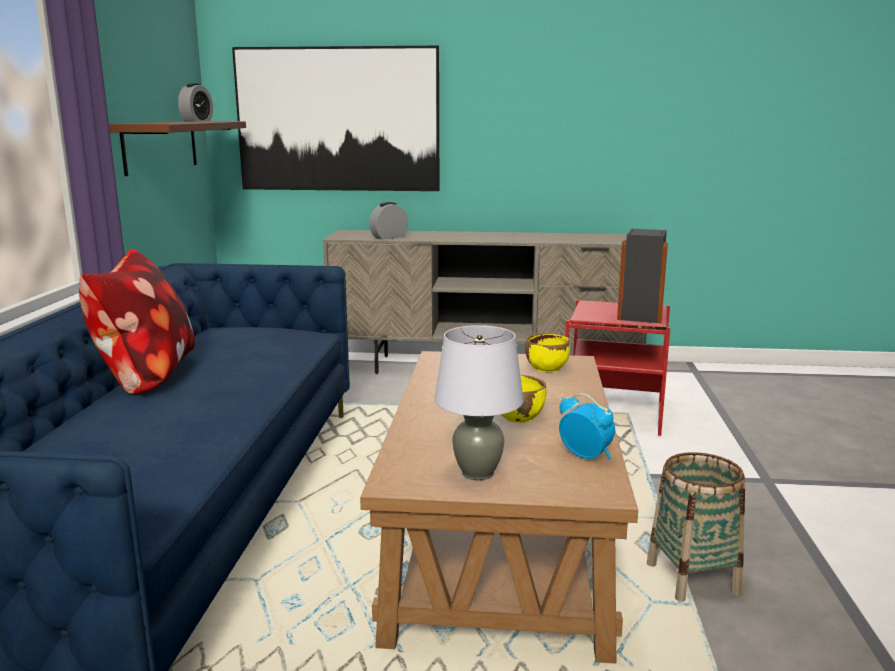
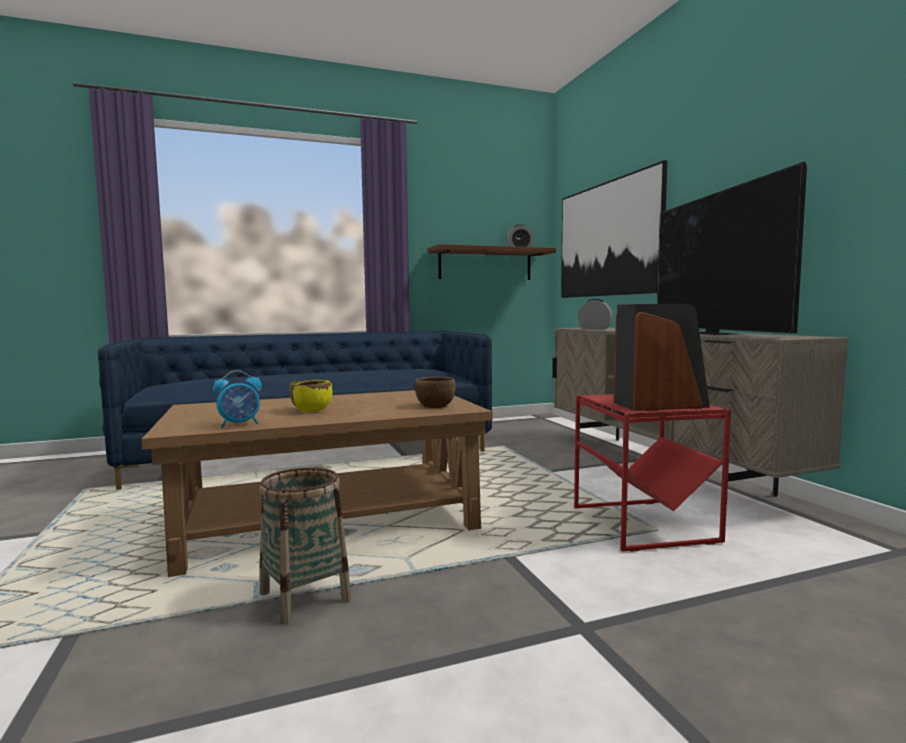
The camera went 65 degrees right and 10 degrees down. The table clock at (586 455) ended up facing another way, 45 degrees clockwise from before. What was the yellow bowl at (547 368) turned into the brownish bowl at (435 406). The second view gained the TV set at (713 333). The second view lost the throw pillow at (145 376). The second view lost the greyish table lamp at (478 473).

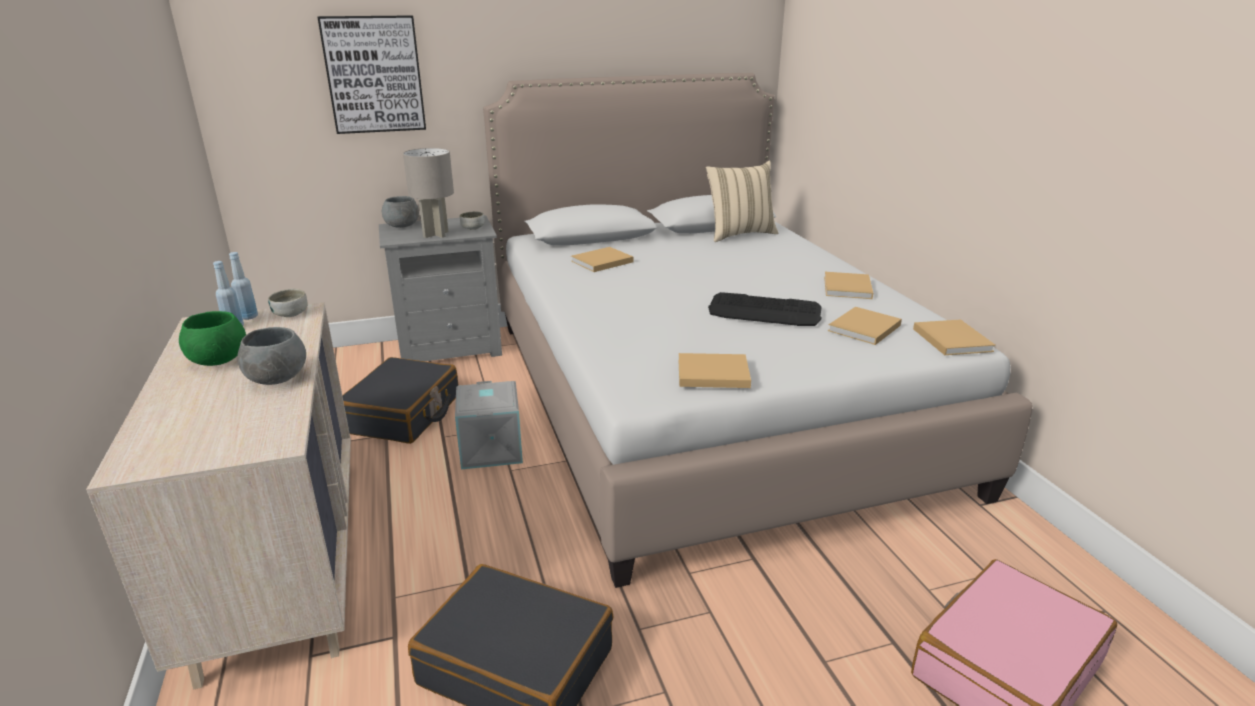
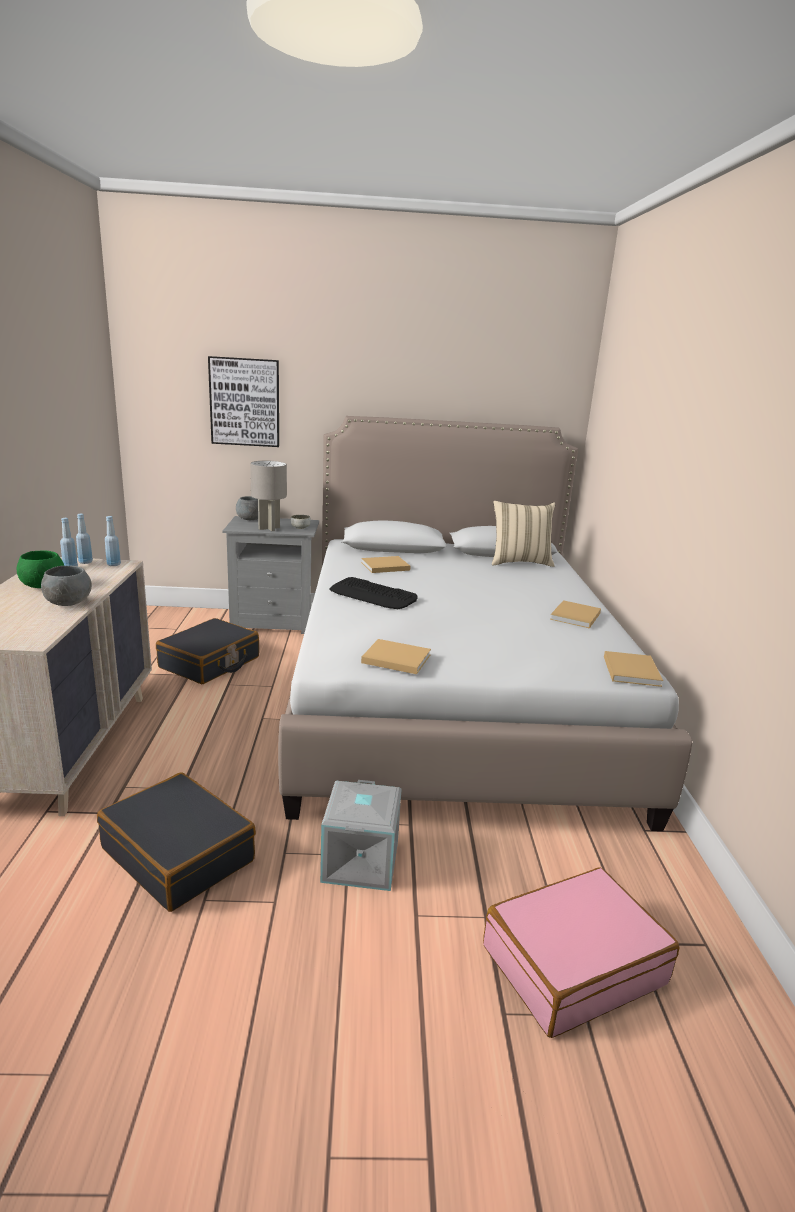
The camera went 15 degrees right and 5 degrees down. Where the bowl stood at (290 314), the bluish drink bottle came to stand at (113 564). The greyish storage container ended up elsewhere, having gone from (492 449) to (362 862). The keyboard ended up elsewhere, having gone from (765 311) to (373 595). The second view lost the beige-coloured volume at (863 329).

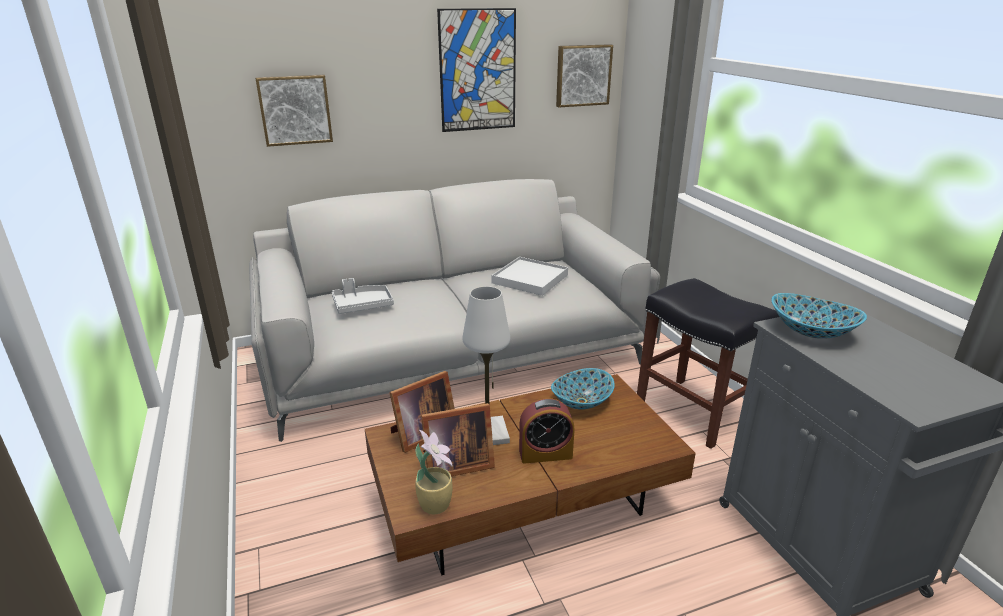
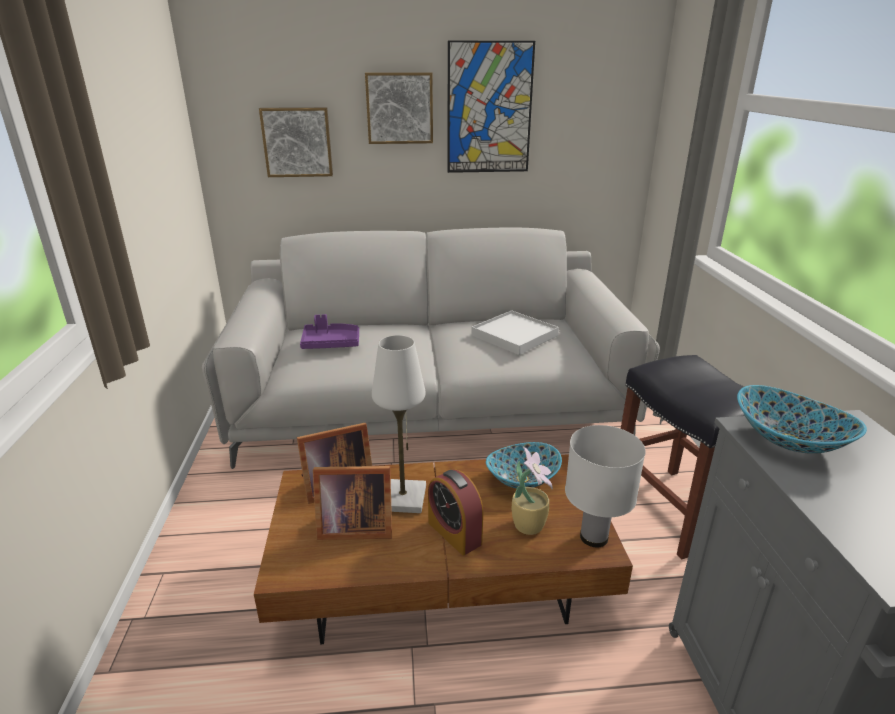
The camera went 15 degrees right and 0 degrees up. What was the greyish carrying tray at (362 305) turned into the purple-coloured carrying tray at (331 343). The wall art ended up elsewhere, having gone from (582 75) to (399 108). The table clock at (545 454) ended up facing another way, 45 degrees clockwise from before. The potted plant ended up elsewhere, having gone from (435 503) to (529 524). The second view gained the whitish table lamp at (593 537).

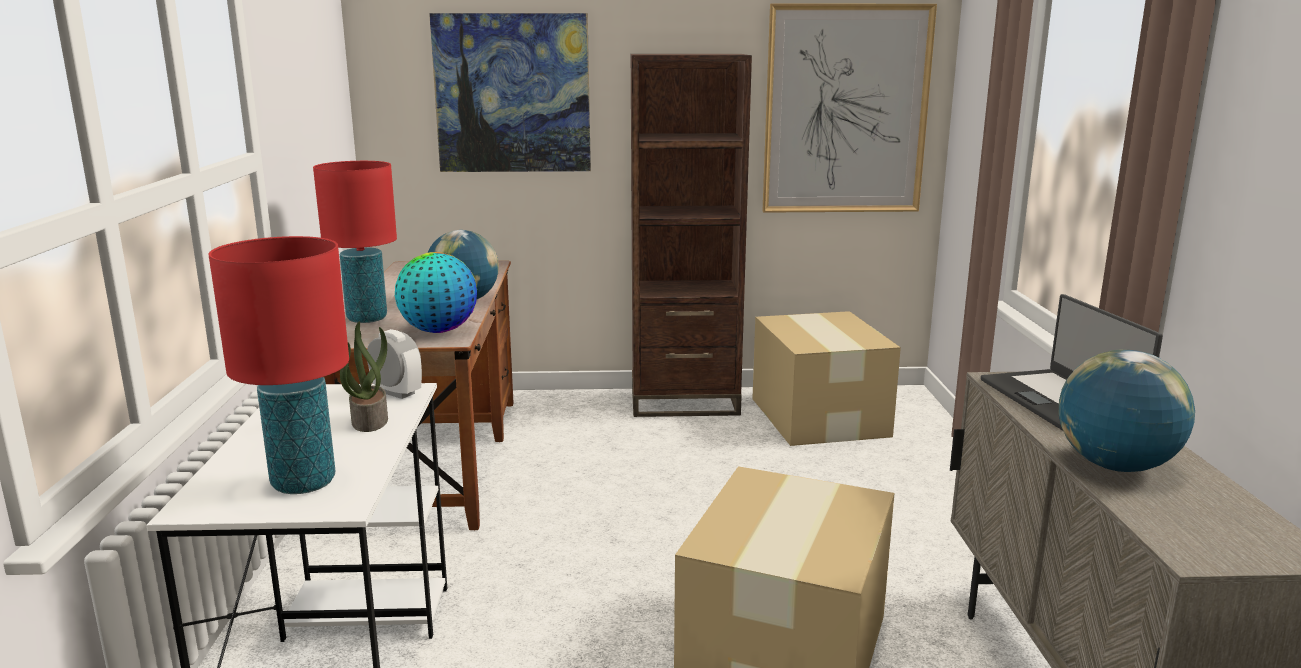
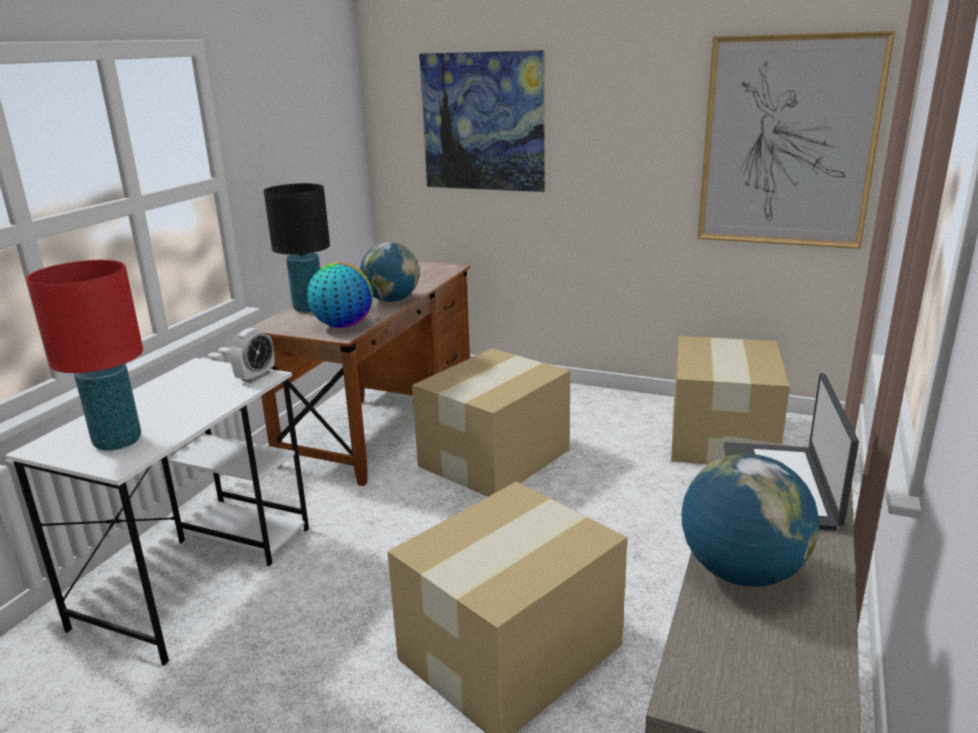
The camera went 25 degrees right and 5 degrees up. The table clock at (396 392) ended up facing another way, 60 degrees clockwise from before. What was the reddish table lamp at (367 318) turned into the black table lamp at (309 308). The second view gained the carton at (492 458). The second view lost the potted plant at (369 421). The second view lost the brownish shelving unit at (684 402).

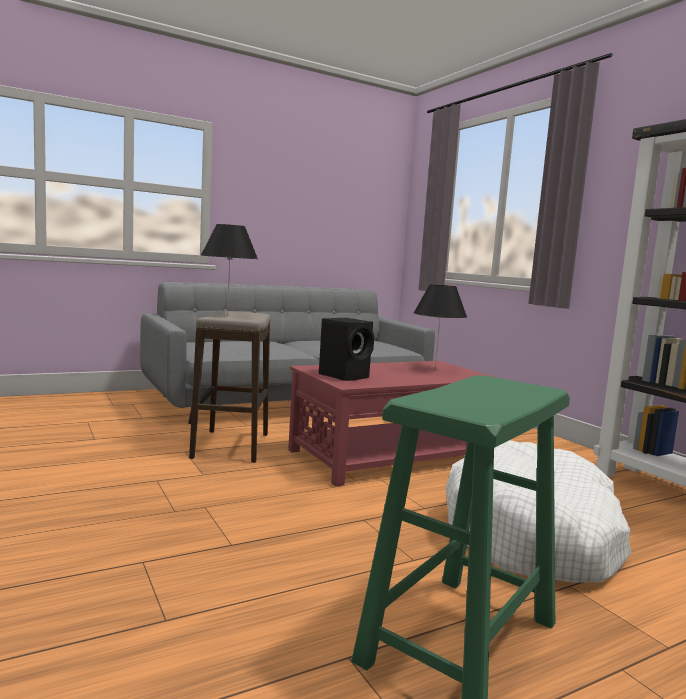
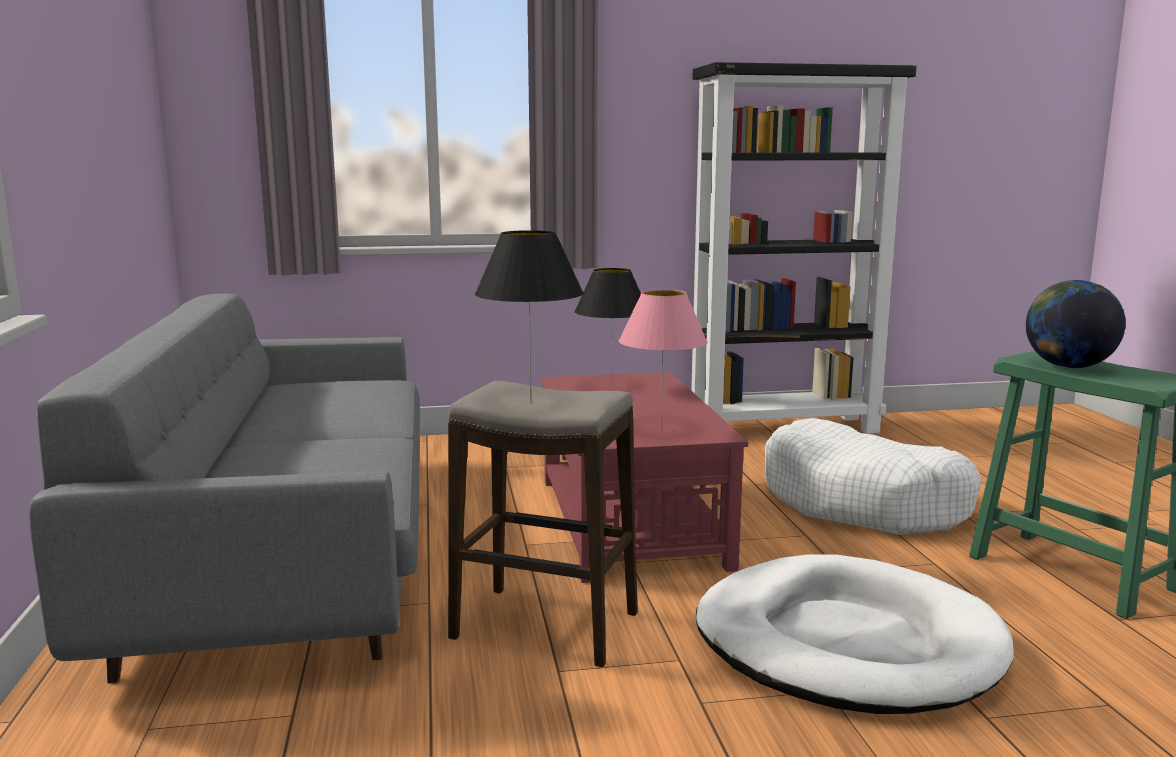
The camera went 70 degrees left and 5 degrees up. Where the black speaker stood at (345 376), the pinkish table lamp came to stand at (660 430). The second view gained the whitish dog cushion at (846 643). The second view gained the globe at (1068 367).

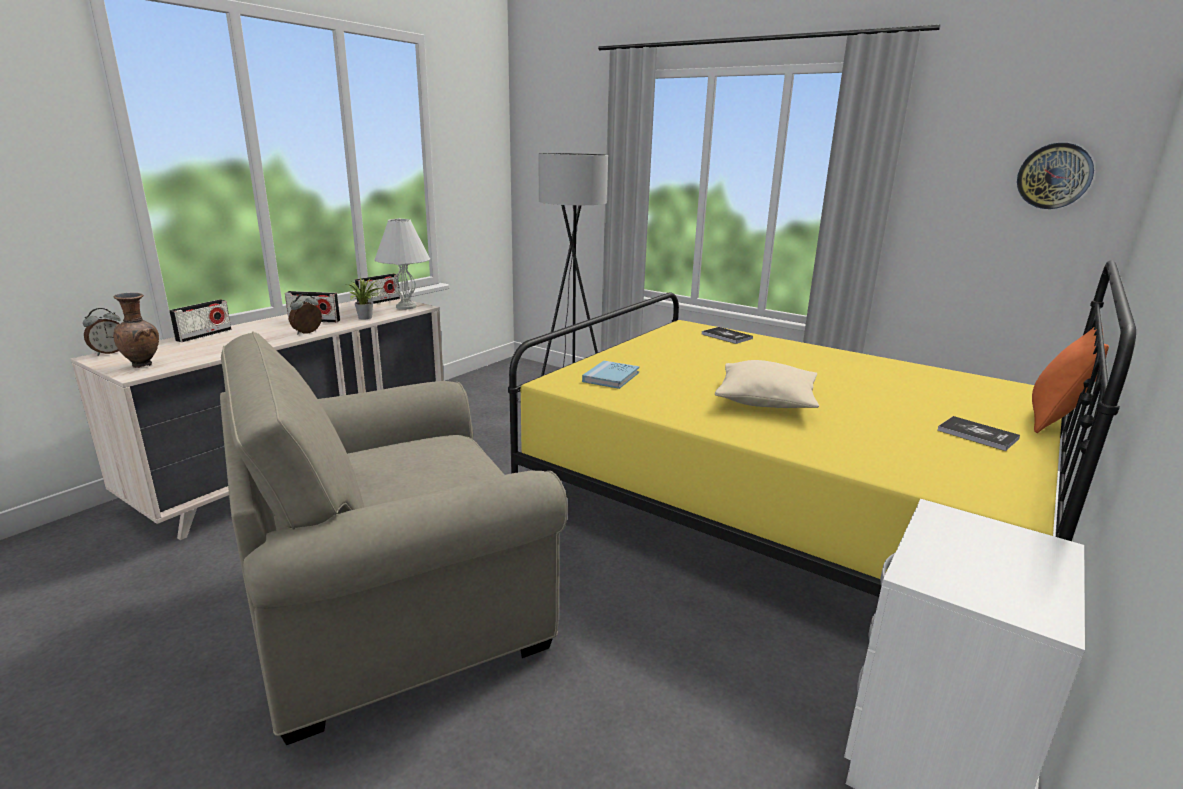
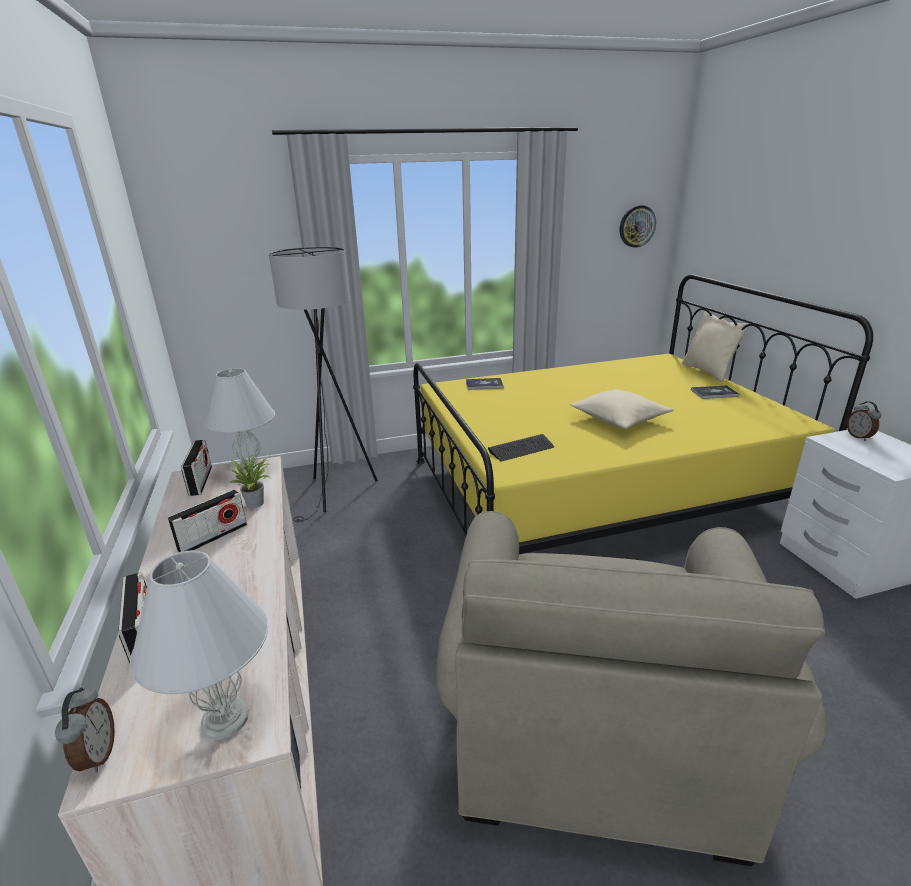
The camera went 50 degrees left and 5 degrees up. Where the brownish decorative vase stood at (144 365), the whitish table lamp came to stand at (226 718). Where the bluish volume stood at (611 377), the keyboard came to stand at (521 449). What was the orange throw pillow at (1053 420) turned into the beige-coloured throw pillow at (708 371). The table clock ended up elsewhere, having gone from (308 333) to (859 437).

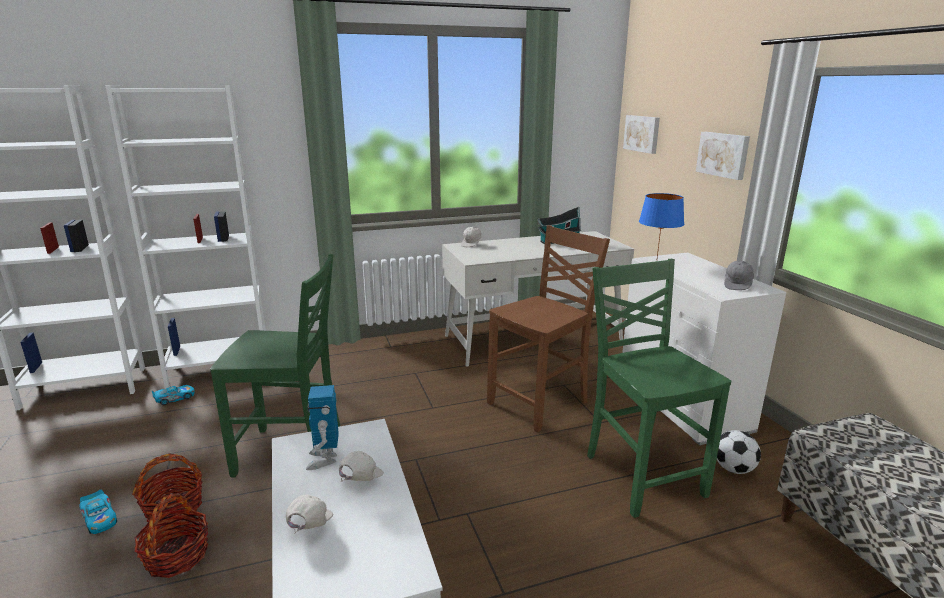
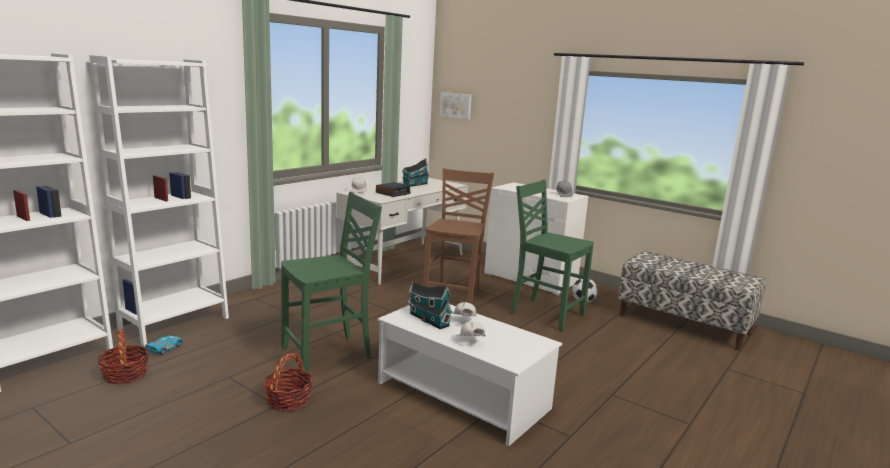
The camera went 35 degrees left and 5 degrees down. The storage basket ended up elsewhere, having gone from (177 556) to (125 374). The second view gained the table clock at (393 193). Where the model robot stood at (324 459), the model house came to stand at (428 319). The second view lost the model car at (100 519). The second view lost the bluish table lamp at (656 260). The second view lost the wall art at (723 154).

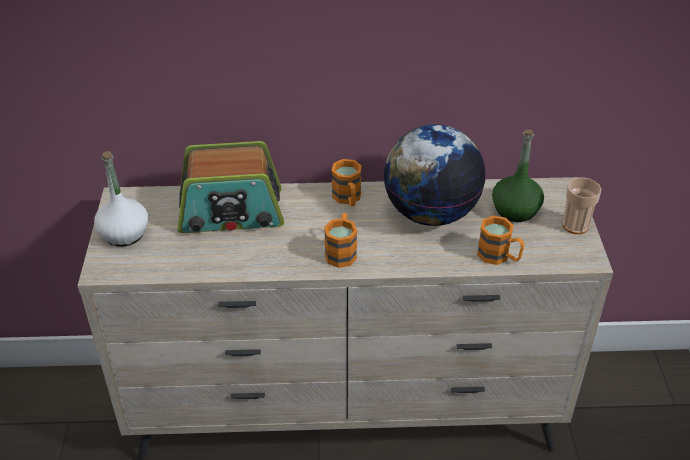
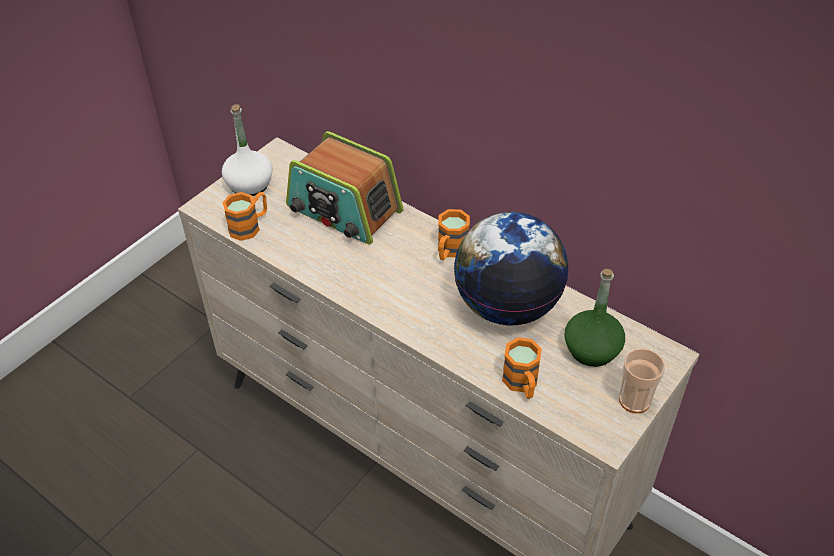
The camera went 40 degrees right and 5 degrees up. The orange mug ended up elsewhere, having gone from (341 251) to (249 226).

